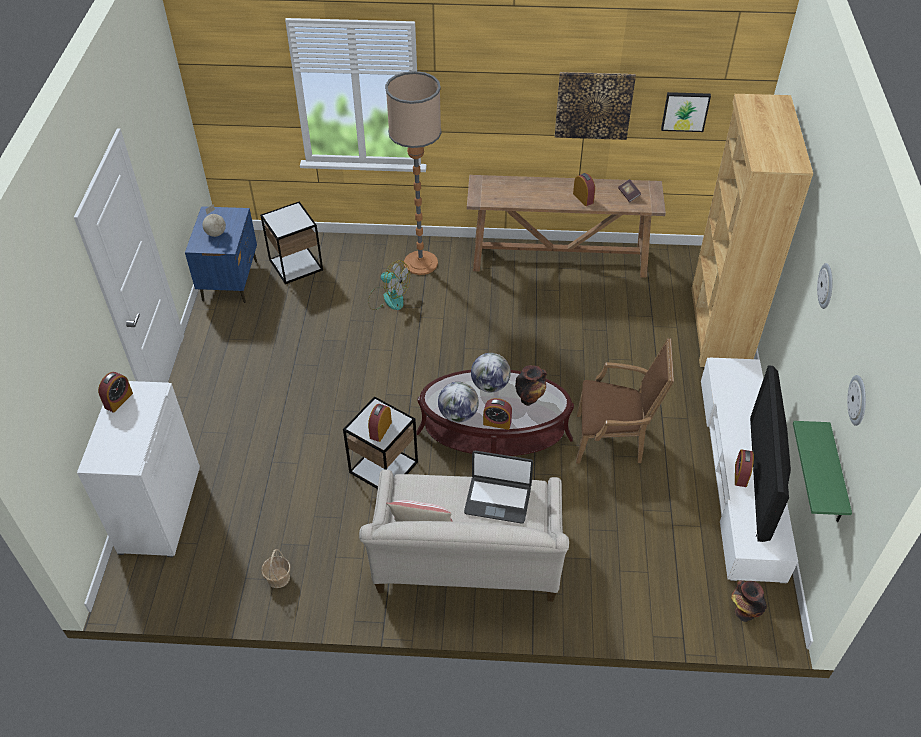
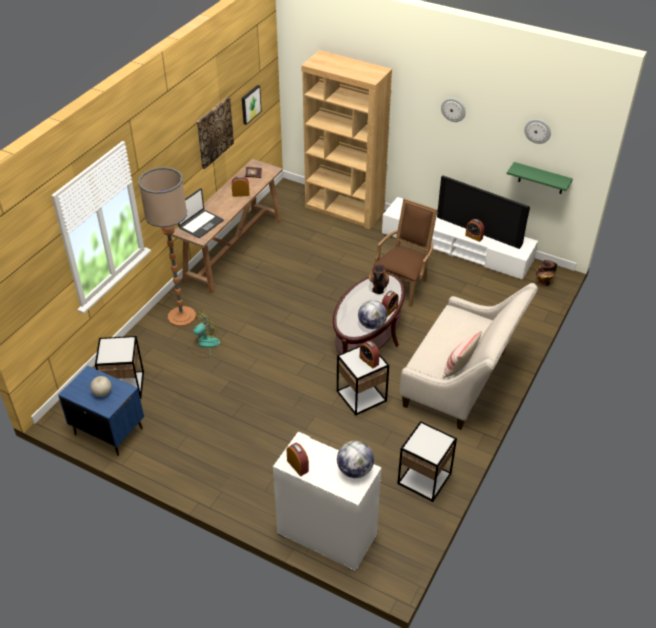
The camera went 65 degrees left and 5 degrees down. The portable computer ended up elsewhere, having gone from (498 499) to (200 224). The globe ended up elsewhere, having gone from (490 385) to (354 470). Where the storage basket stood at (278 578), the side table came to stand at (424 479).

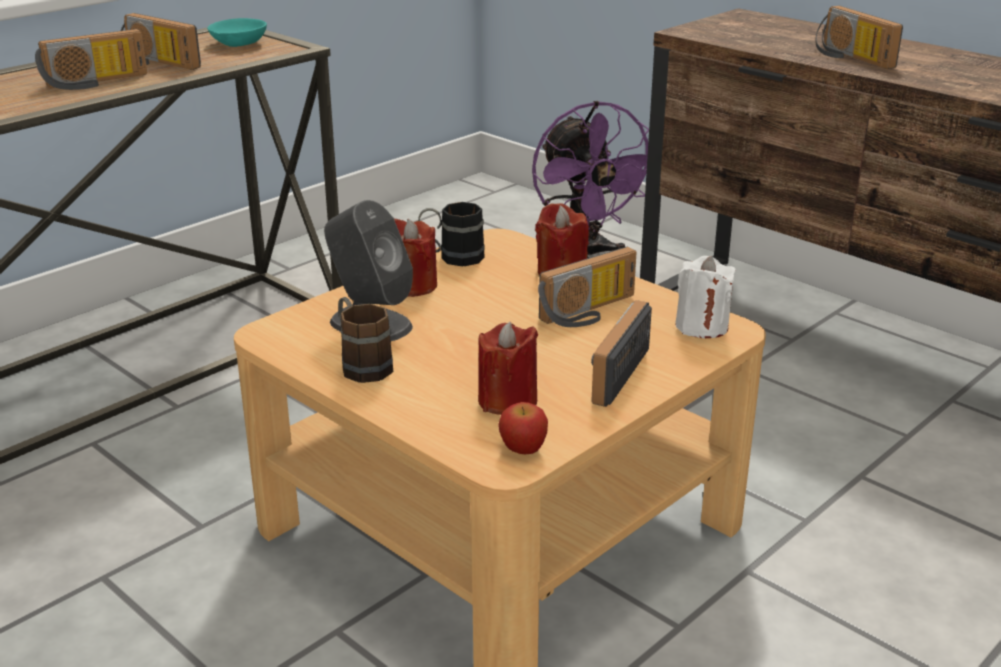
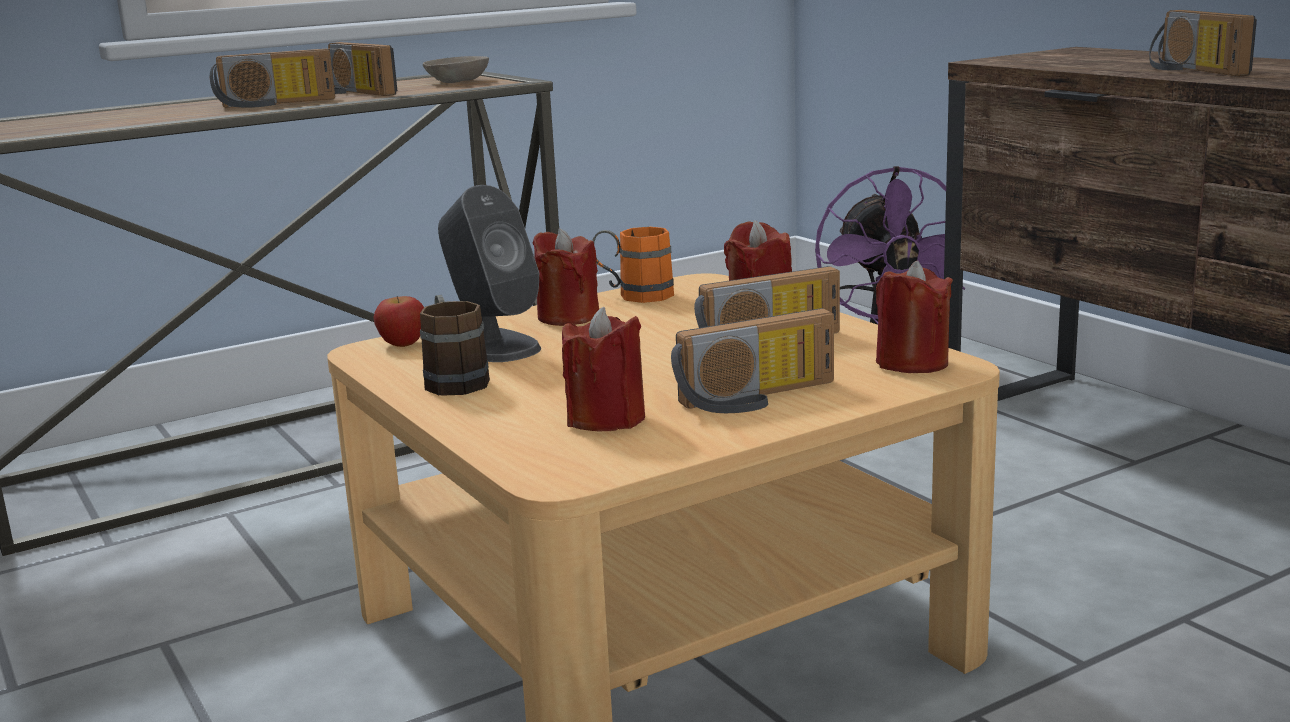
The camera went 15 degrees right and 10 degrees down. The apple ended up elsewhere, having gone from (523 448) to (403 343). What was the blue-green bowl at (241 43) turned into the beige-coloured bowl at (460 81). What was the black mug at (452 257) turned into the orange mug at (634 295). The radio at (609 371) ended up facing another way, 150 degrees counterclockwise from before. What was the whitish wax light at (701 327) turned into the reddish wax light at (912 363).

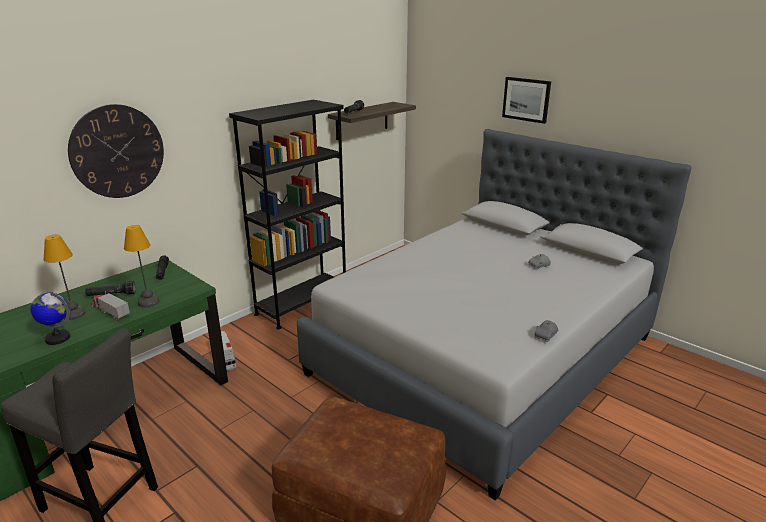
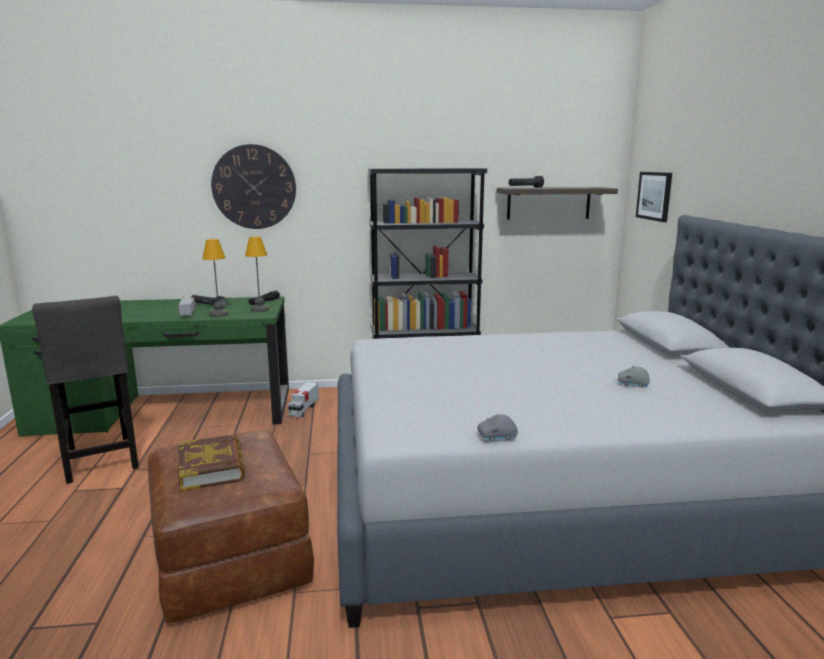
The camera went 40 degrees right and 10 degrees down. The second view gained the volume at (212 468). The table lamp ended up elsewhere, having gone from (73 314) to (260 309). The wall art ended up elsewhere, having gone from (526 99) to (654 196). The second view lost the globe at (57 338).

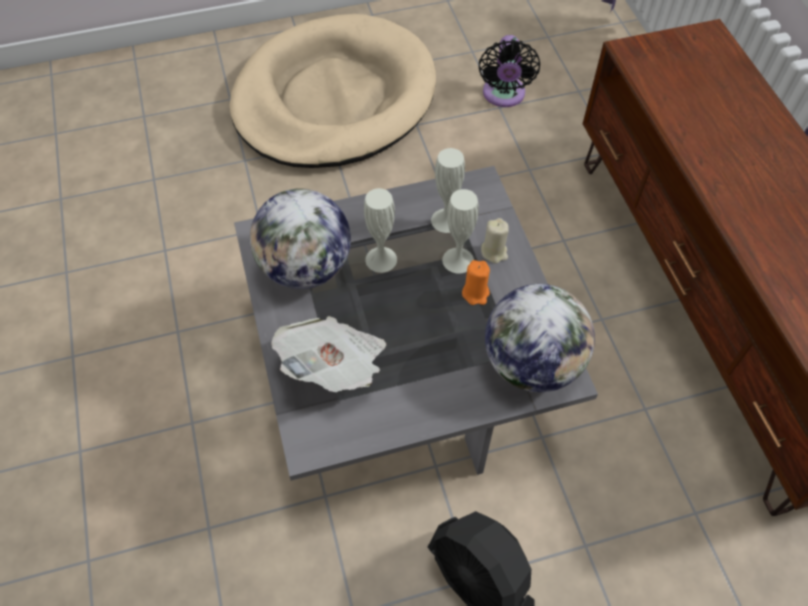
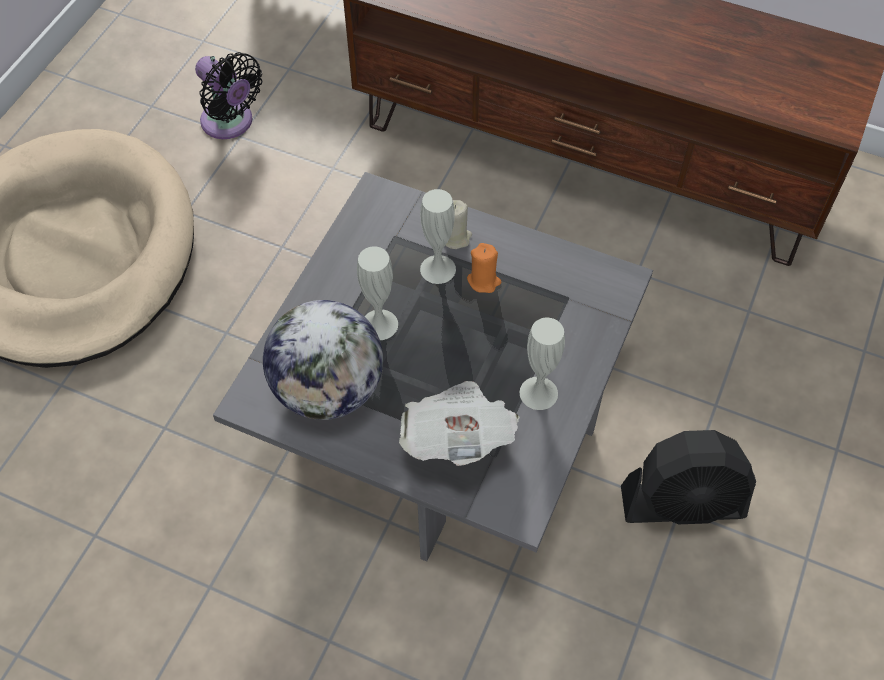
The camera went 50 degrees left and 0 degrees up. The whitish decorative vase ended up elsewhere, having gone from (446 220) to (538 393). The second view lost the globe at (532 363).

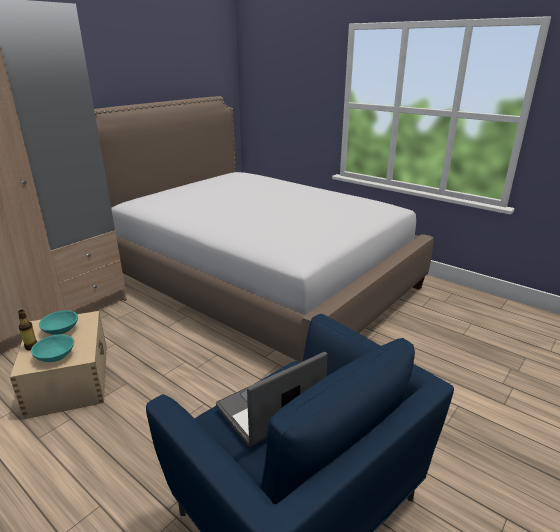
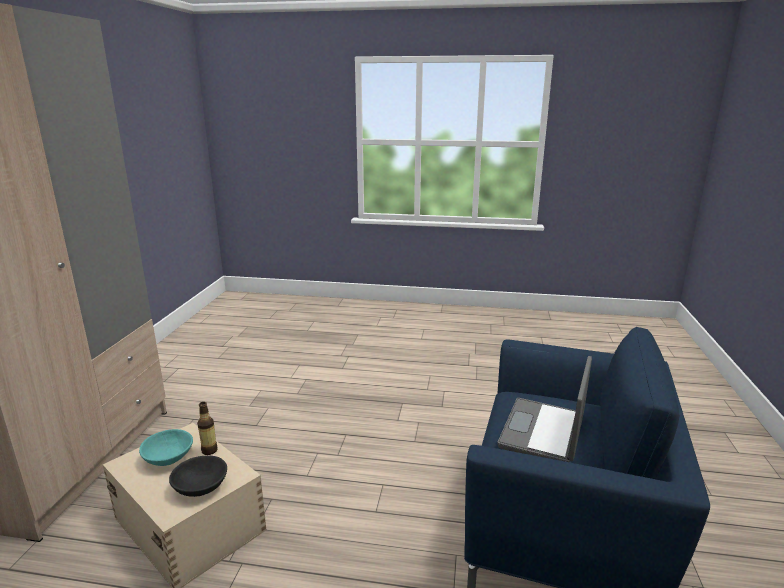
The camera went 30 degrees left and 5 degrees down. What was the blue-green bowl at (56 356) turned into the black bowl at (201 487). The drink bottle ended up elsewhere, having gone from (31 347) to (209 450). The second view lost the sleeping bed at (260 281).

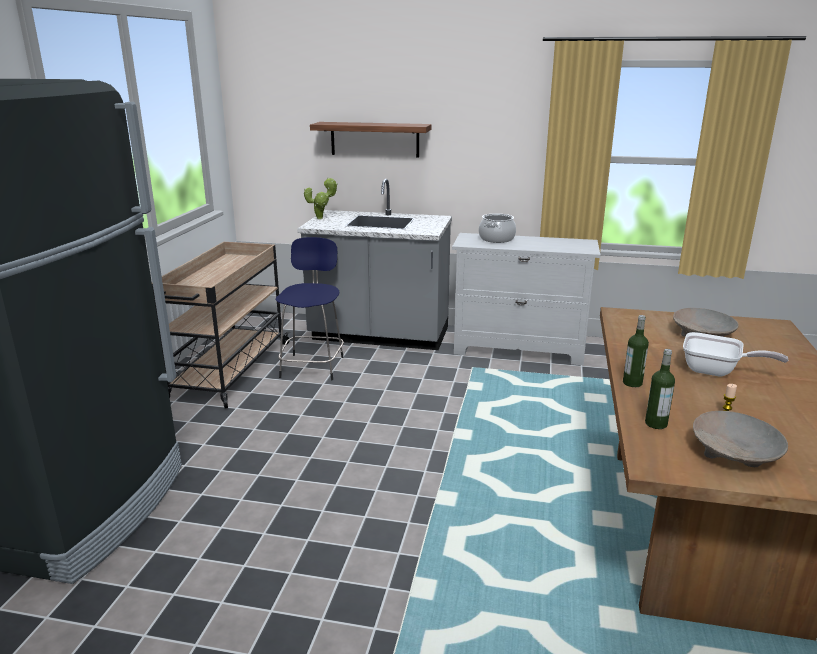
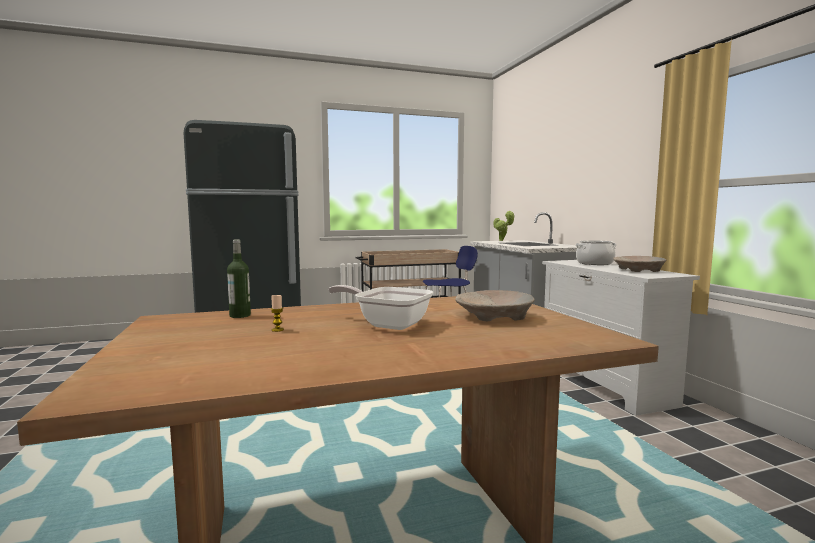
The camera went 60 degrees right and 15 degrees down. The pan at (716 371) ended up facing another way, 120 degrees clockwise from before. The beige-coloured bowl ended up elsewhere, having gone from (735 453) to (639 270). The second view lost the shelf at (374 139). The second view lost the drink bottle at (632 383).

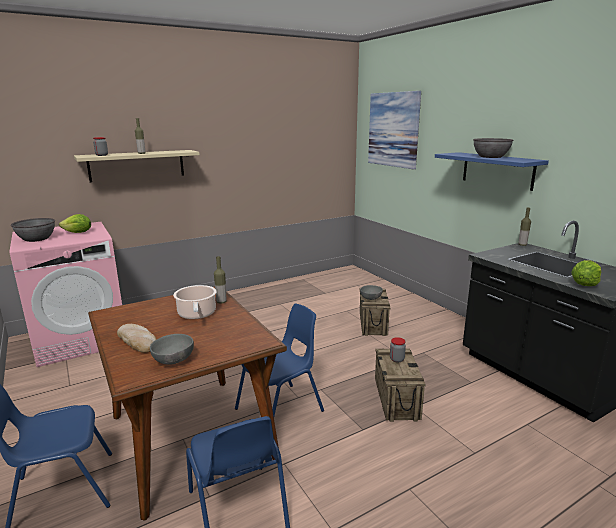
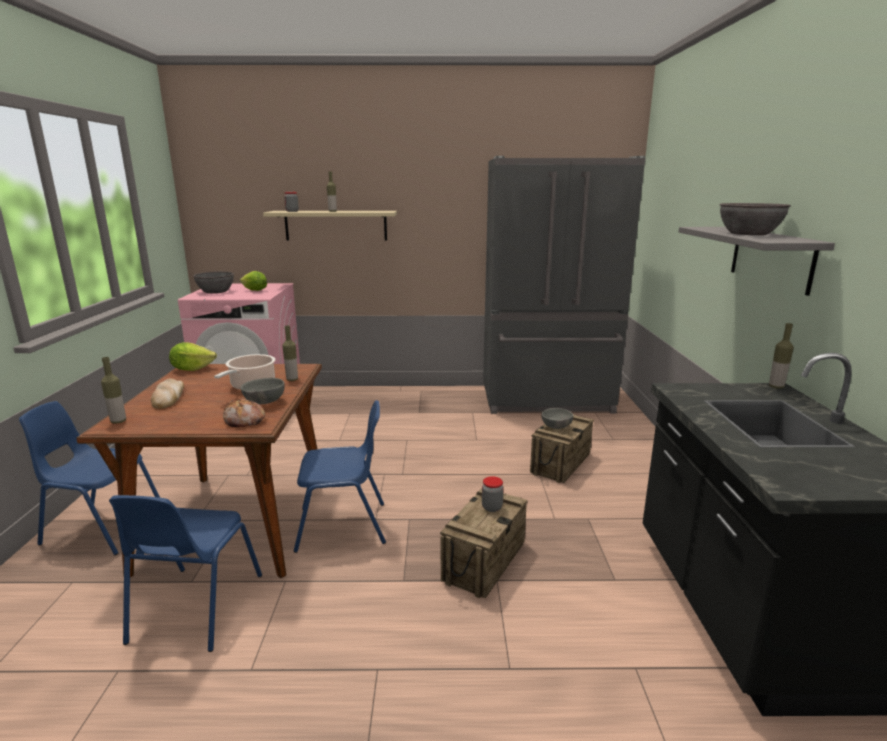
The camera went 30 degrees right and 0 degrees up. The second view gained the drink bottle at (118 421). The head of lettuce ended up elsewhere, having gone from (584 284) to (192 369). The second view gained the bakery bread at (244 421). The greyish bowl ended up elsewhere, having gone from (173 361) to (264 403). The second view gained the greyish refrigerator at (547 400). What was the bluish shelf at (497 170) turned into the greyish shelf at (771 258). The second view lost the wall art at (393 129).

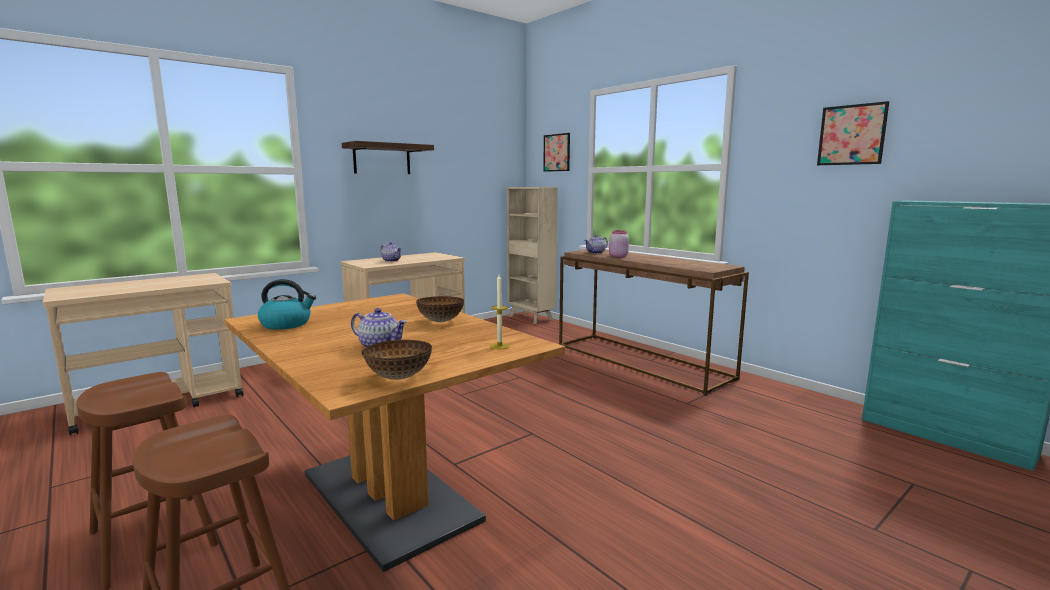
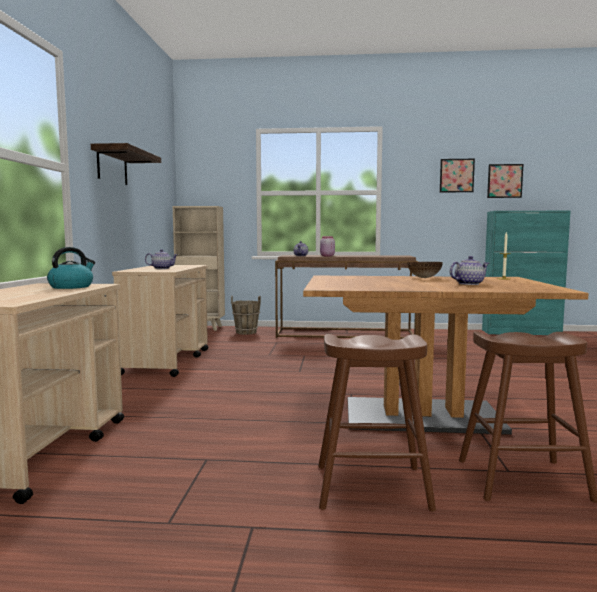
The camera went 45 degrees left and 5 degrees down. The kettle ended up elsewhere, having gone from (287 324) to (71 287). The second view gained the brownish water bucket at (246 332). The wall art ended up elsewhere, having gone from (557 152) to (504 181). The second view lost the bowl at (399 377).

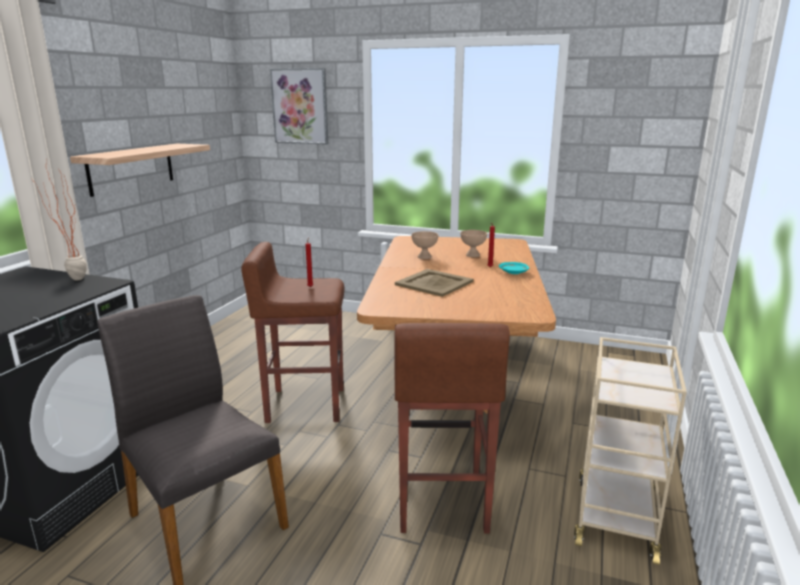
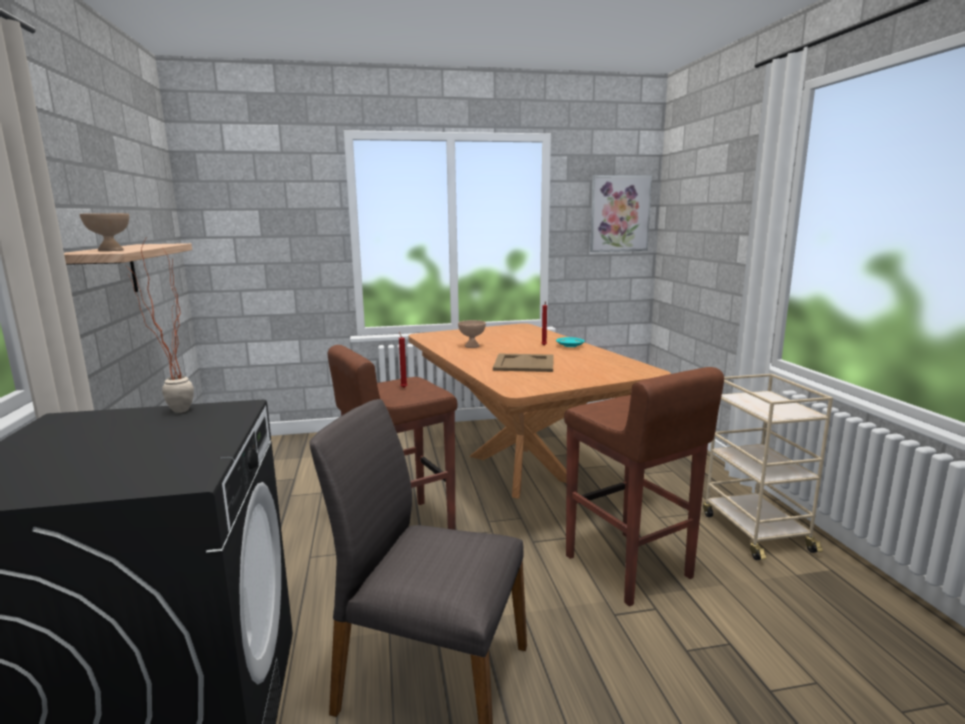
The camera went 30 degrees left and 5 degrees down. The beige-coloured bowl ended up elsewhere, having gone from (472 255) to (110 250). The wall art ended up elsewhere, having gone from (300 106) to (619 214).

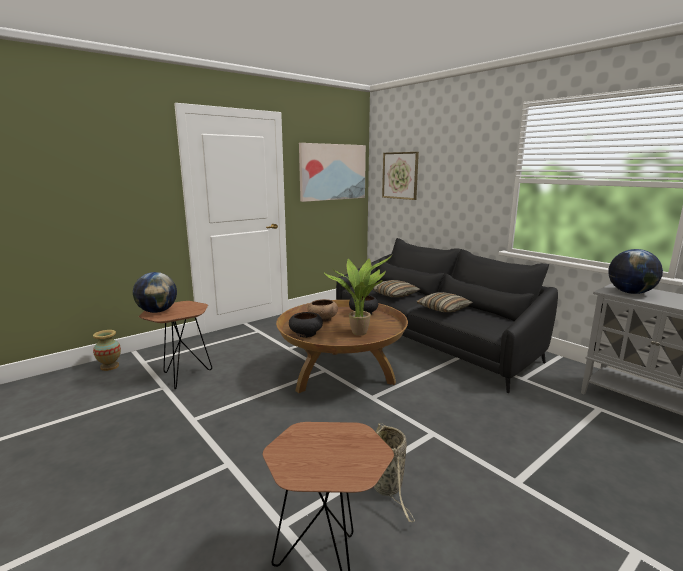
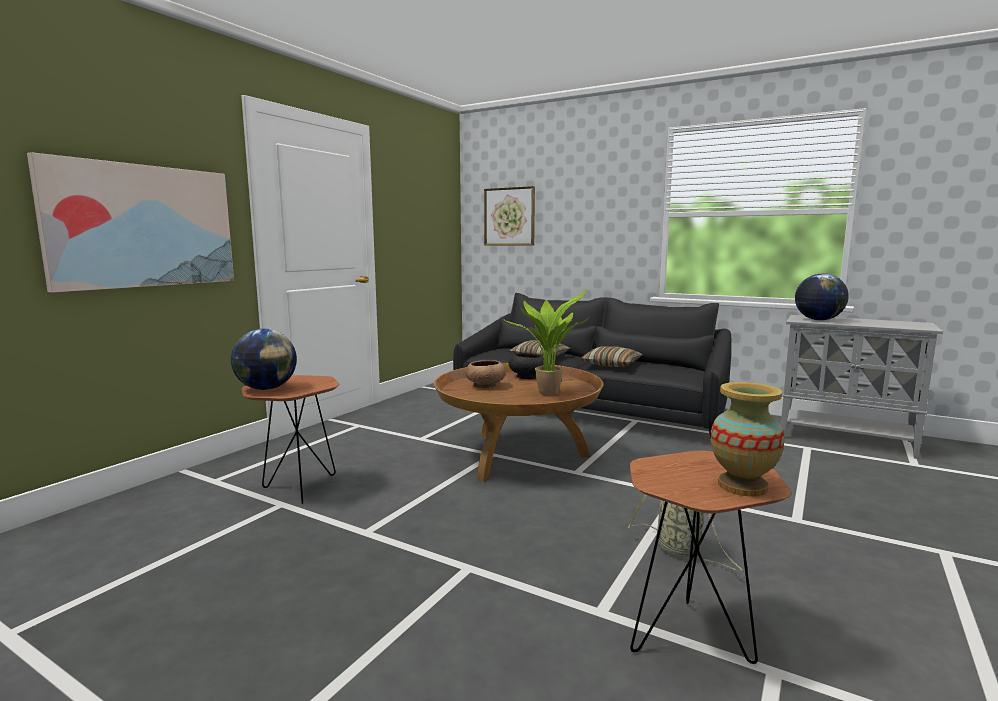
The camera went 20 degrees left and 5 degrees down. The wall art ended up elsewhere, having gone from (332 172) to (143 226). The decorative vase ended up elsewhere, having gone from (109 366) to (742 486). The second view lost the black bowl at (305 334).

